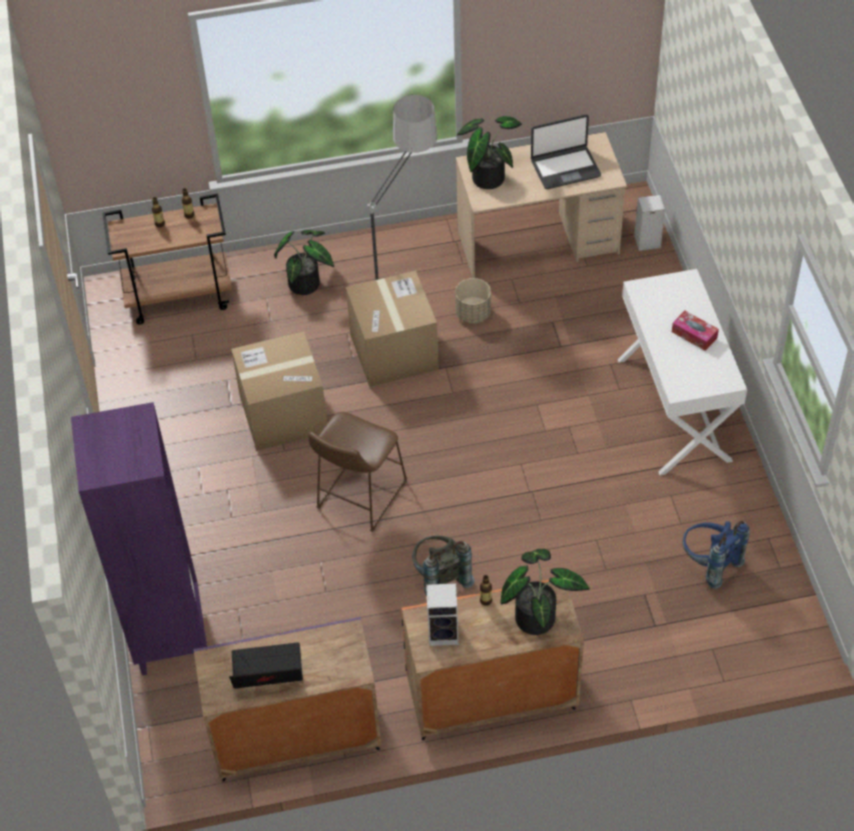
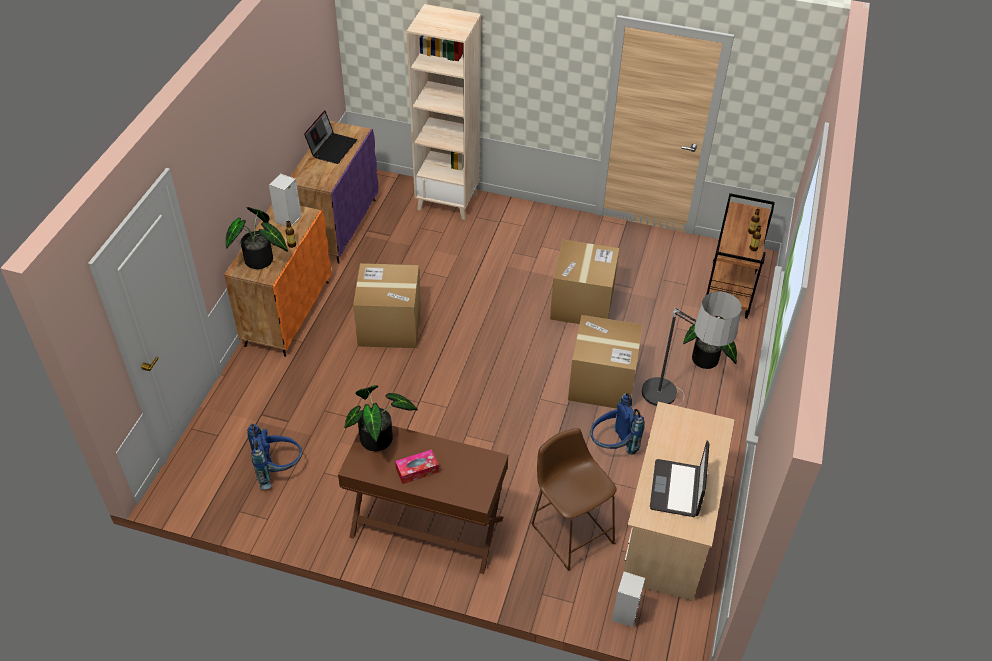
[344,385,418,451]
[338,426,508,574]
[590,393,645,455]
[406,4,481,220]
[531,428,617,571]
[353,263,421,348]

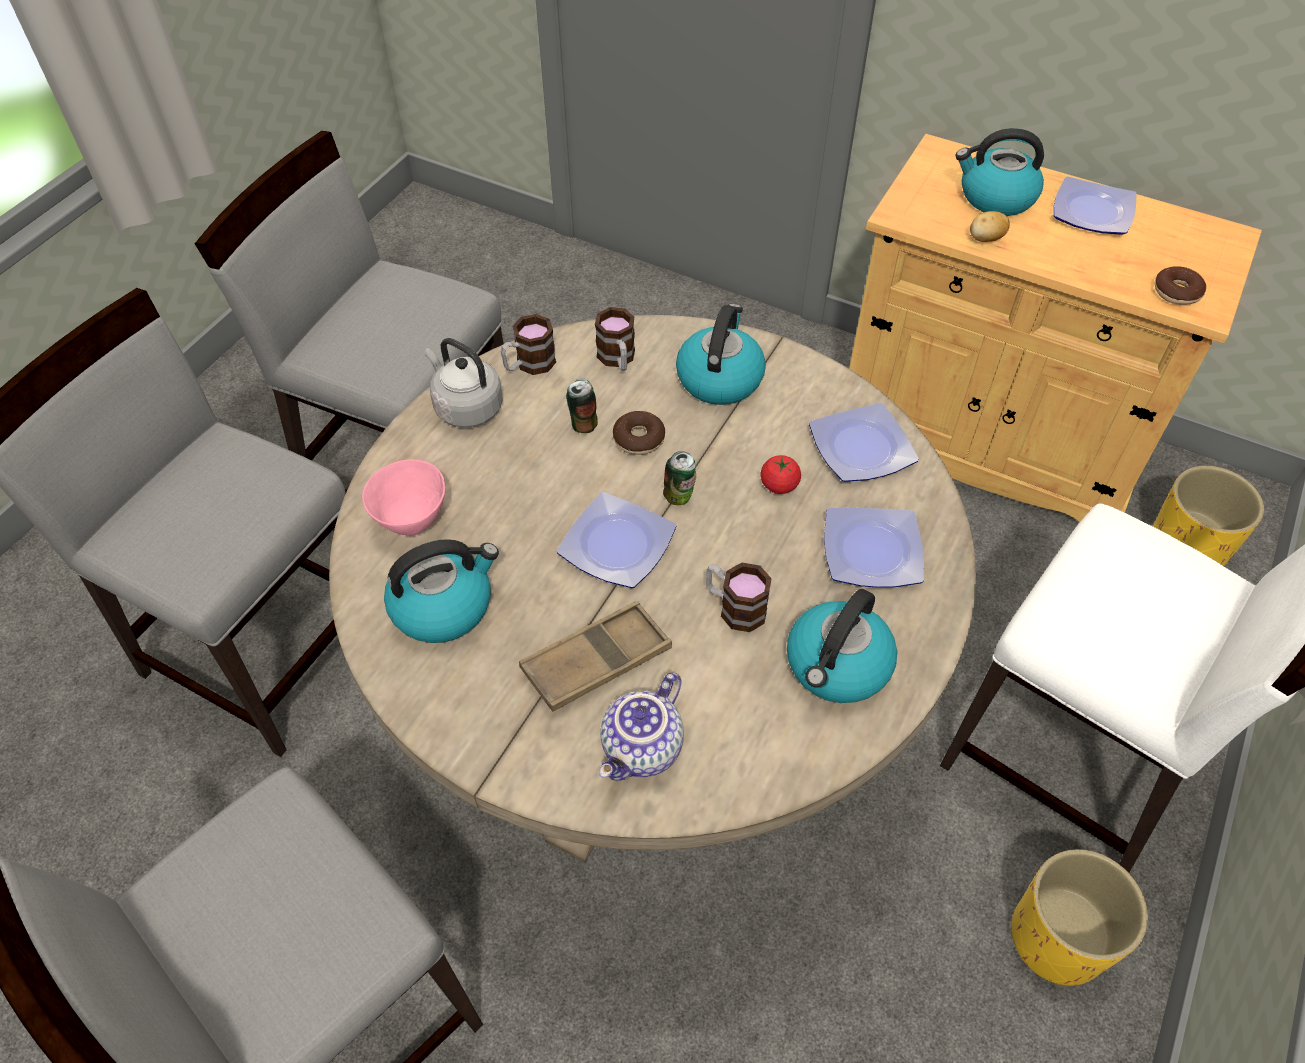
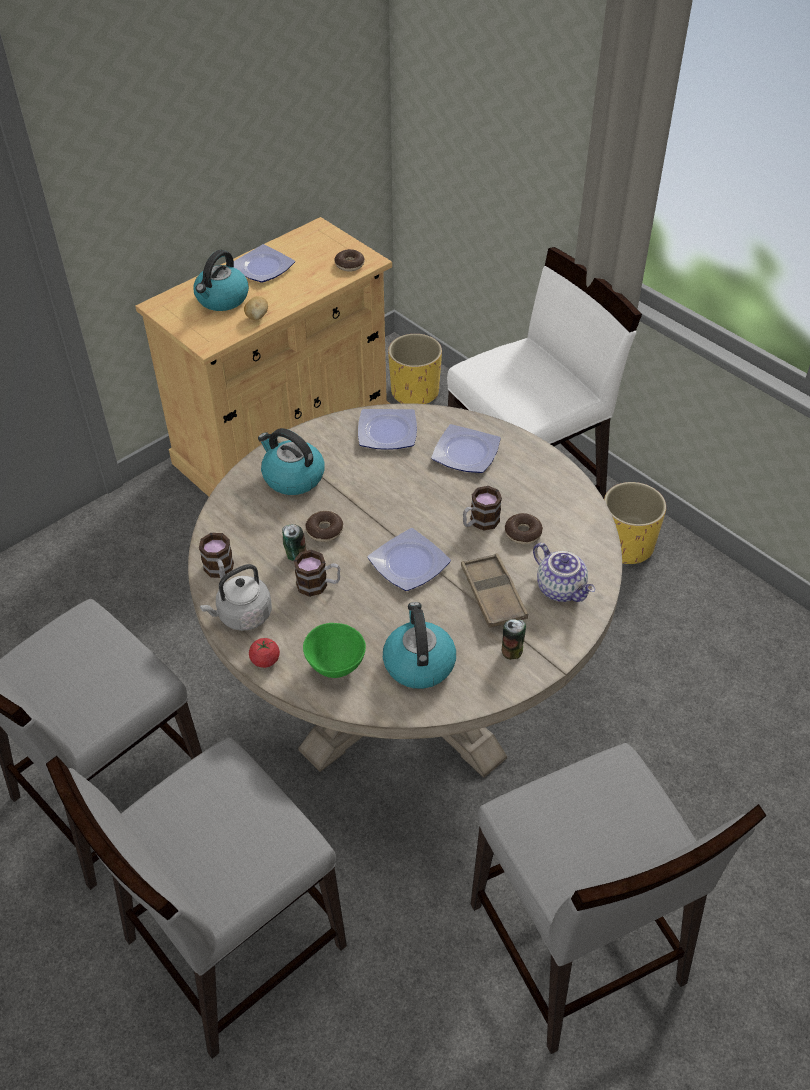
[294,550,340,597]
[502,619,526,660]
[249,638,280,668]
[303,623,366,678]
[787,589,897,703] (first image)
[505,513,543,544]

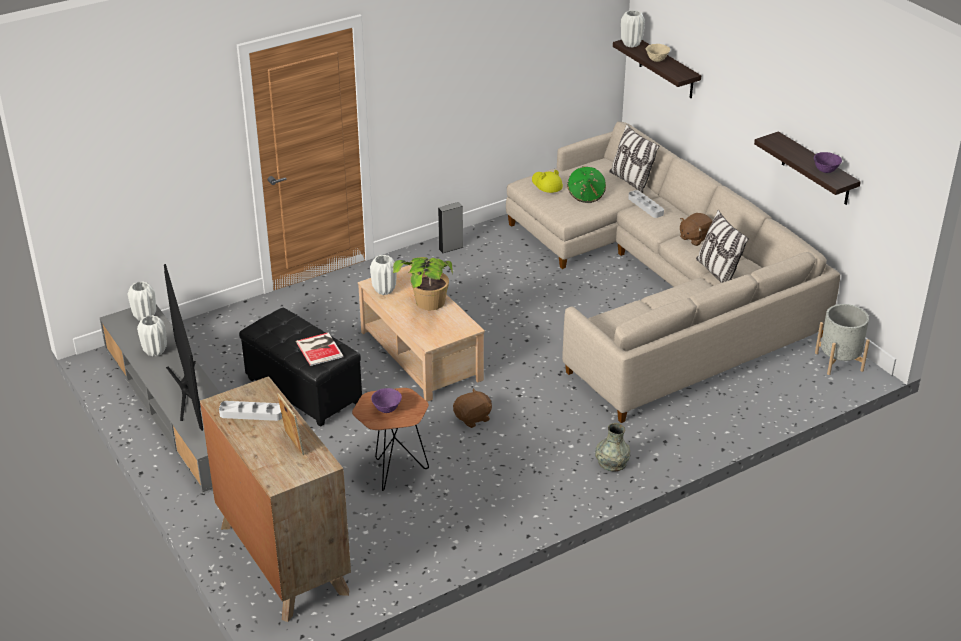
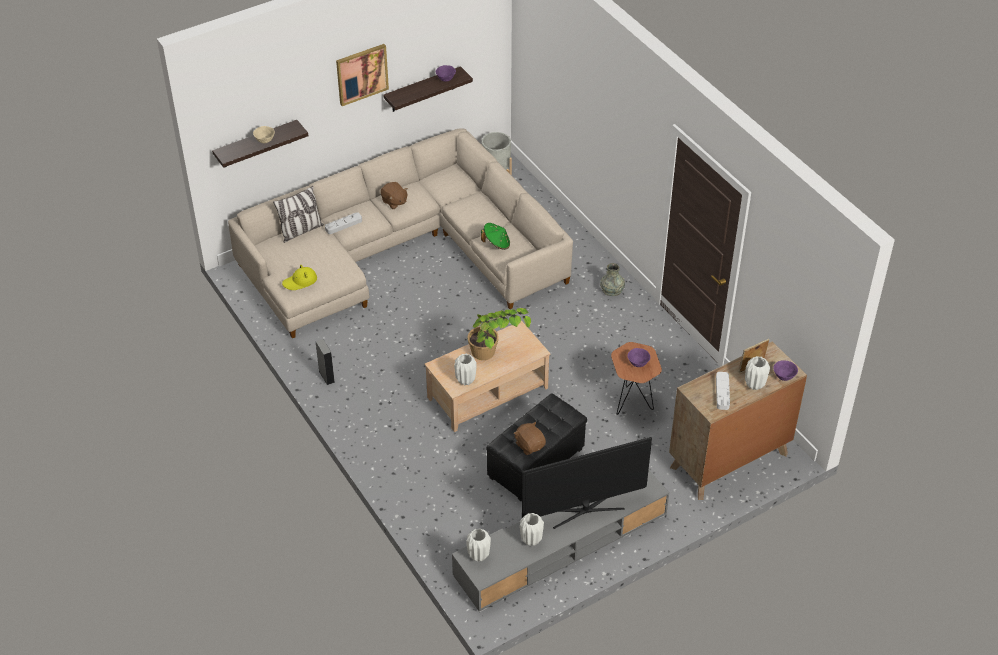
[745,356,770,390]
[481,223,510,250]
[696,210,749,283] (first image)
[296,332,344,366] (first image)
[514,422,546,455]
[336,44,389,106]
[773,360,798,381]

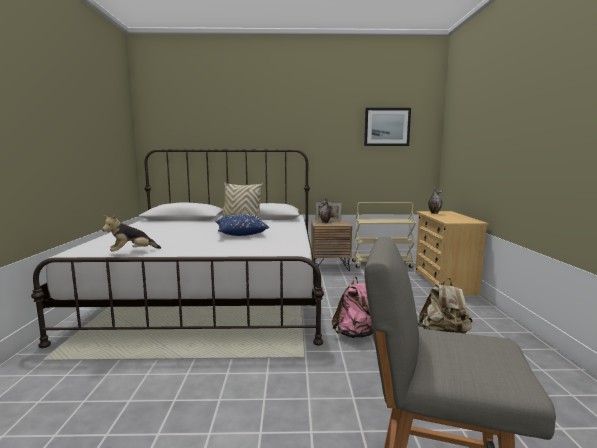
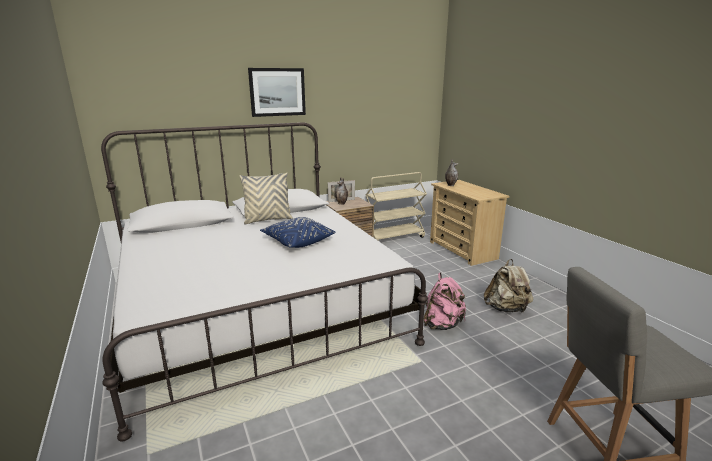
[248,68,306,117]
[102,215,161,252] (first image)

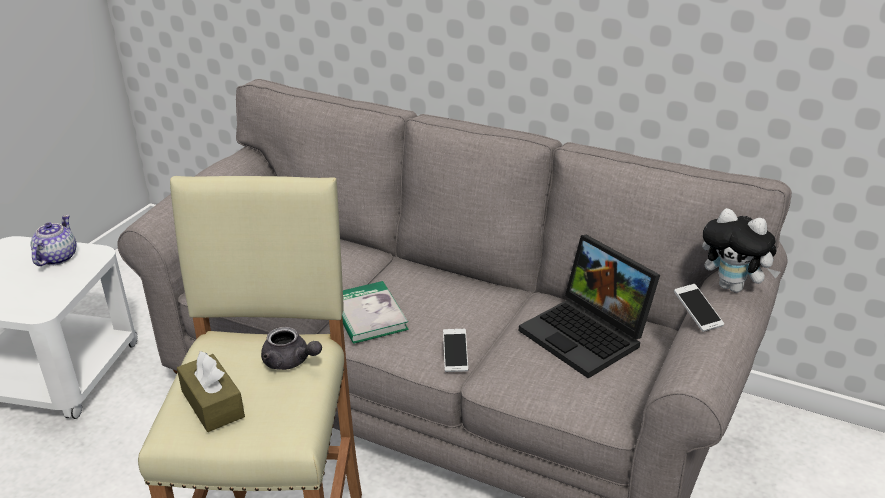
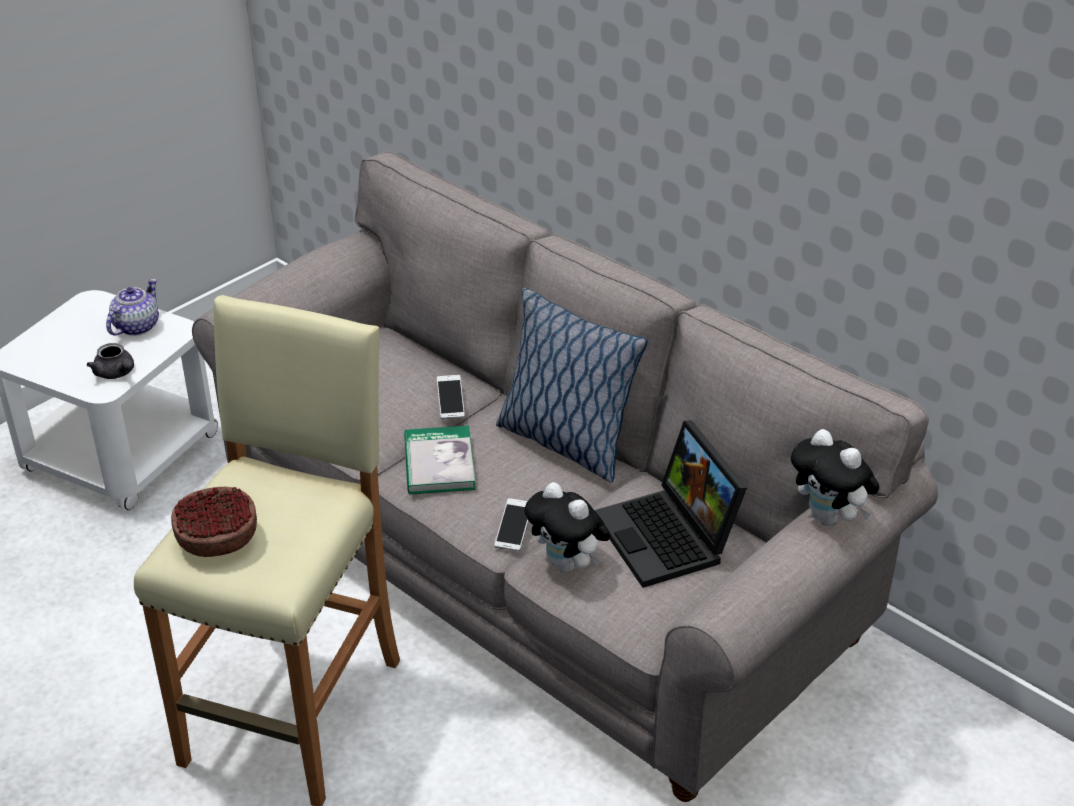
[437,375,465,419]
[87,343,134,379]
[171,487,257,557]
[496,288,648,483]
[524,482,611,573]

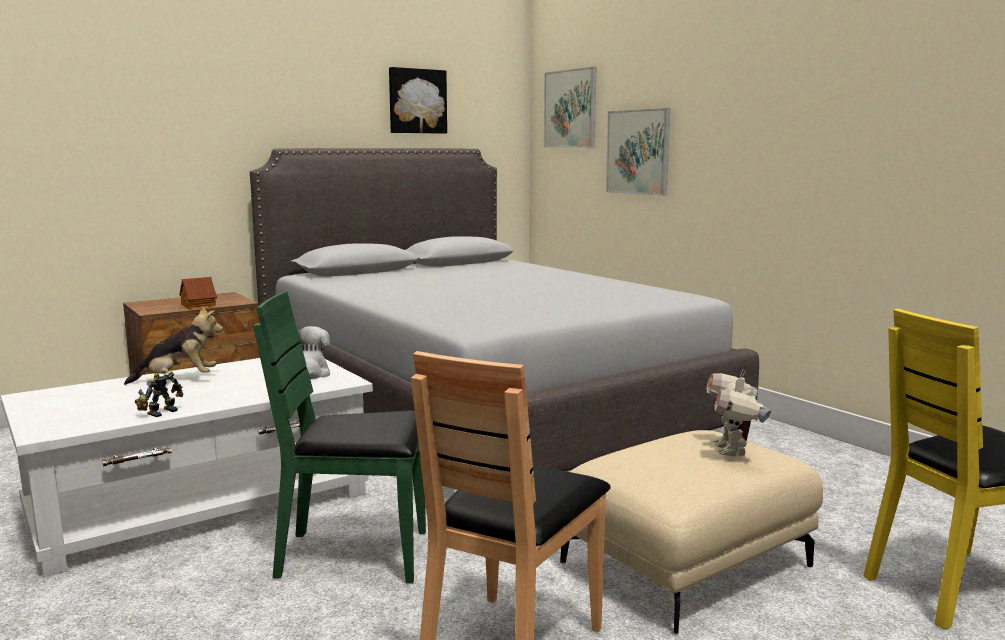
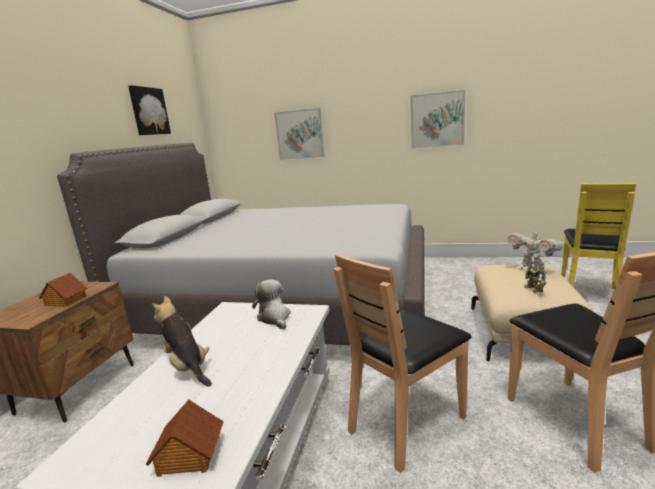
[411,90,465,149]
[334,253,472,473]
[152,296,212,387]
[524,264,546,292]
[146,399,224,477]

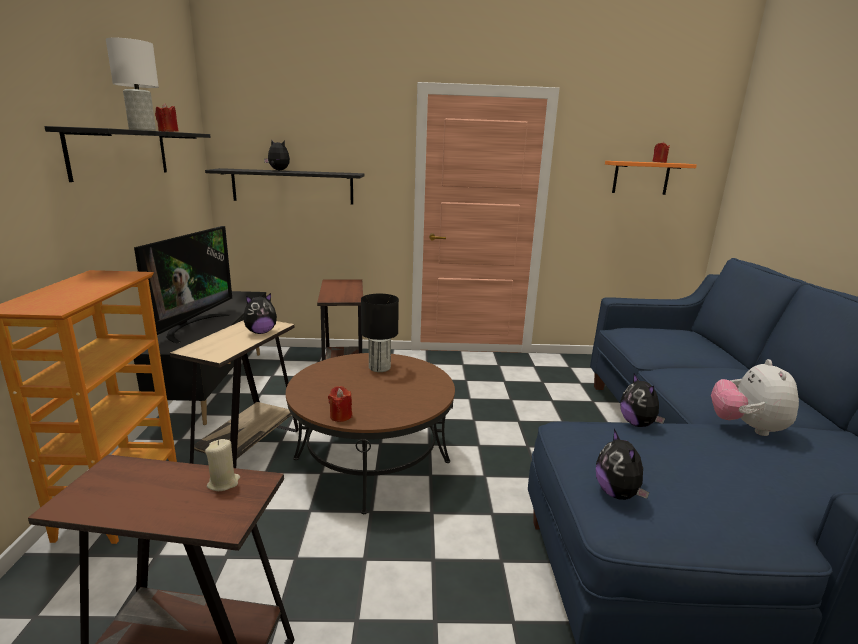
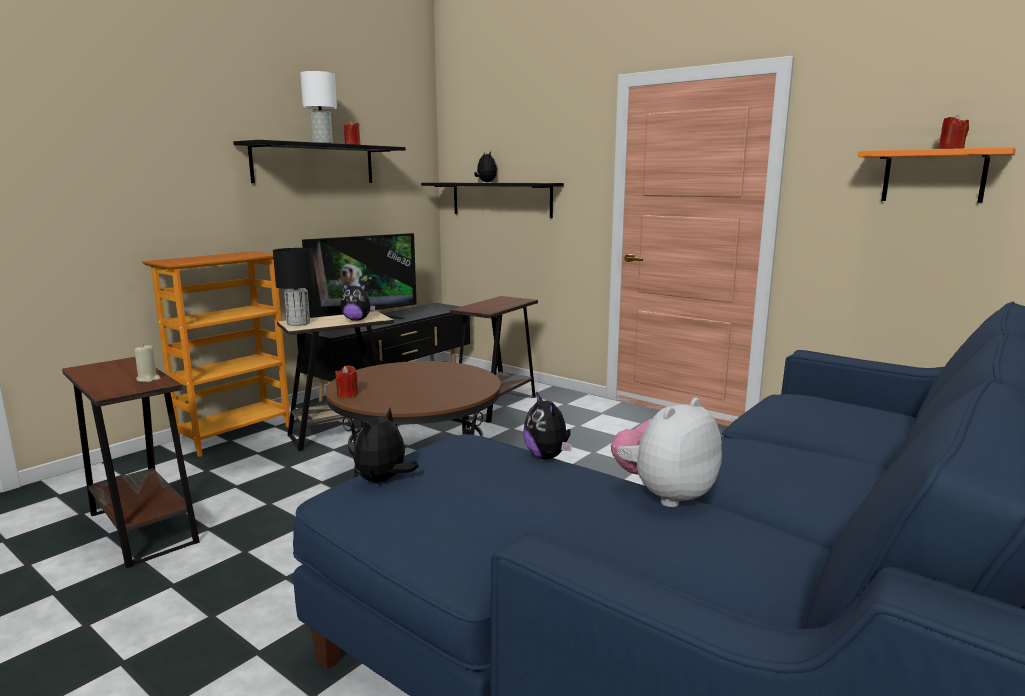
[273,248,315,326]
[523,391,572,460]

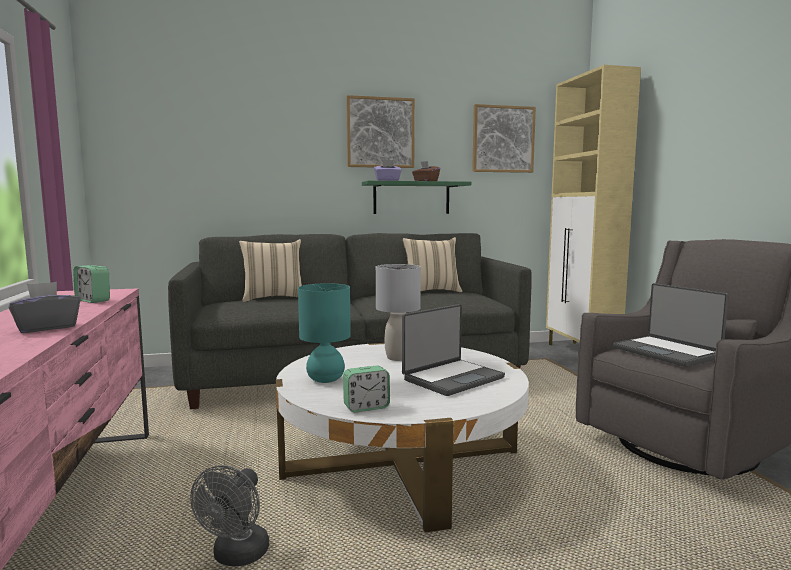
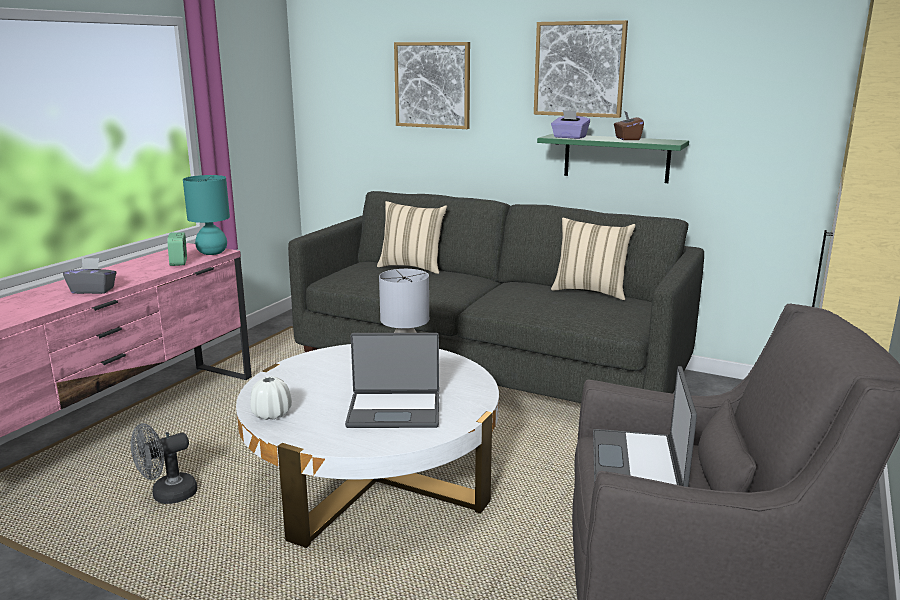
[394,42,470,129]
[183,175,230,255]
[250,376,292,420]

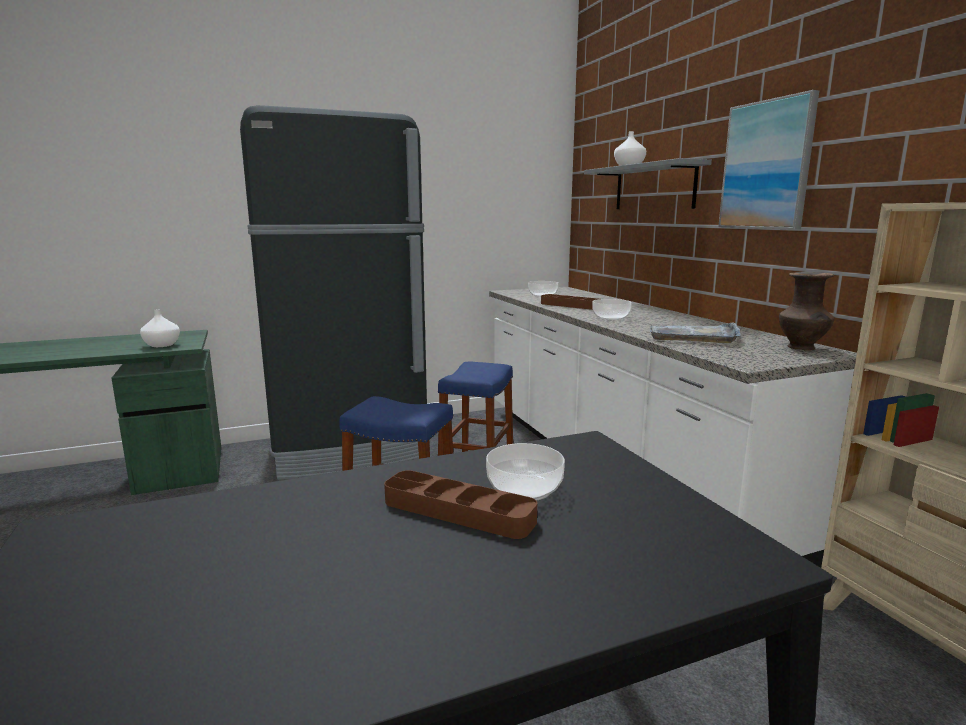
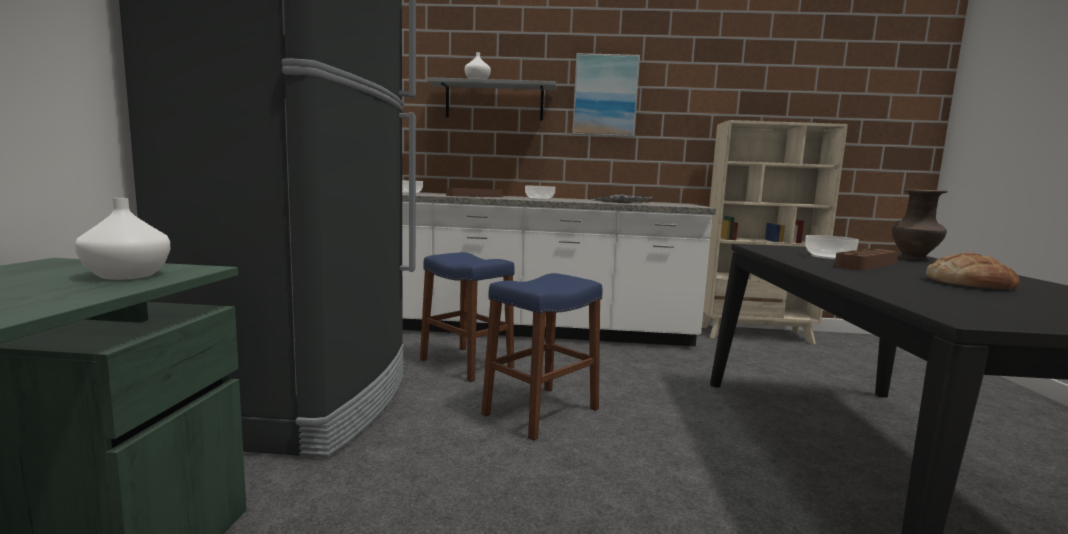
[892,189,948,260]
[926,253,1020,290]

